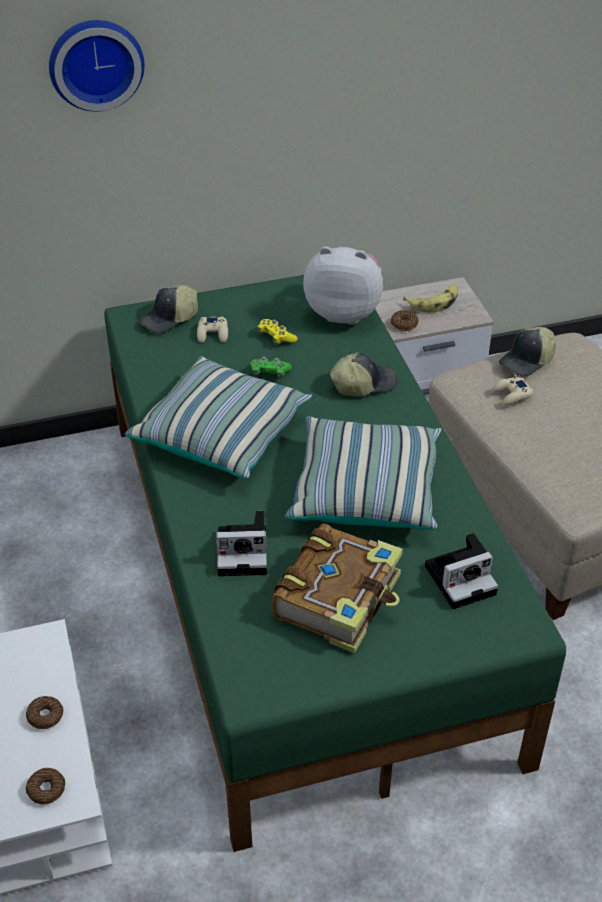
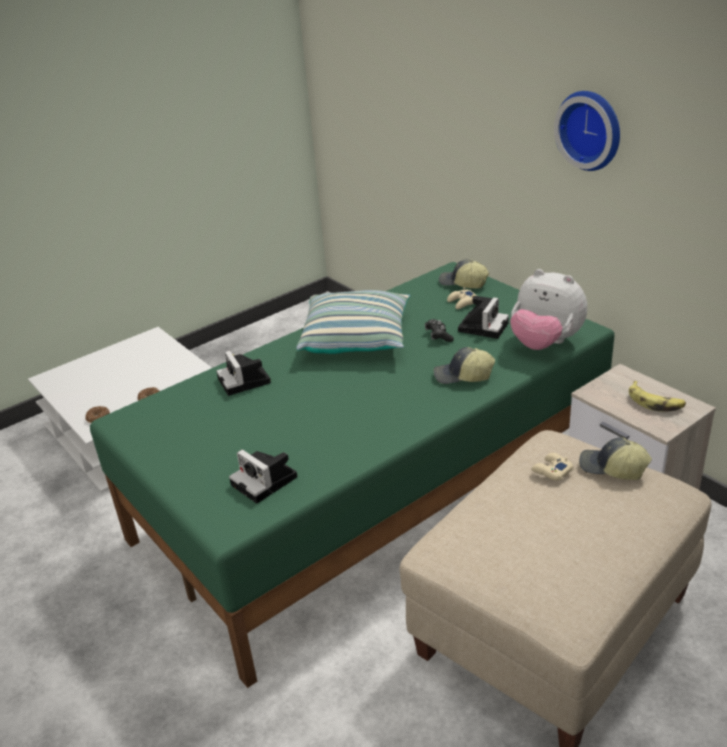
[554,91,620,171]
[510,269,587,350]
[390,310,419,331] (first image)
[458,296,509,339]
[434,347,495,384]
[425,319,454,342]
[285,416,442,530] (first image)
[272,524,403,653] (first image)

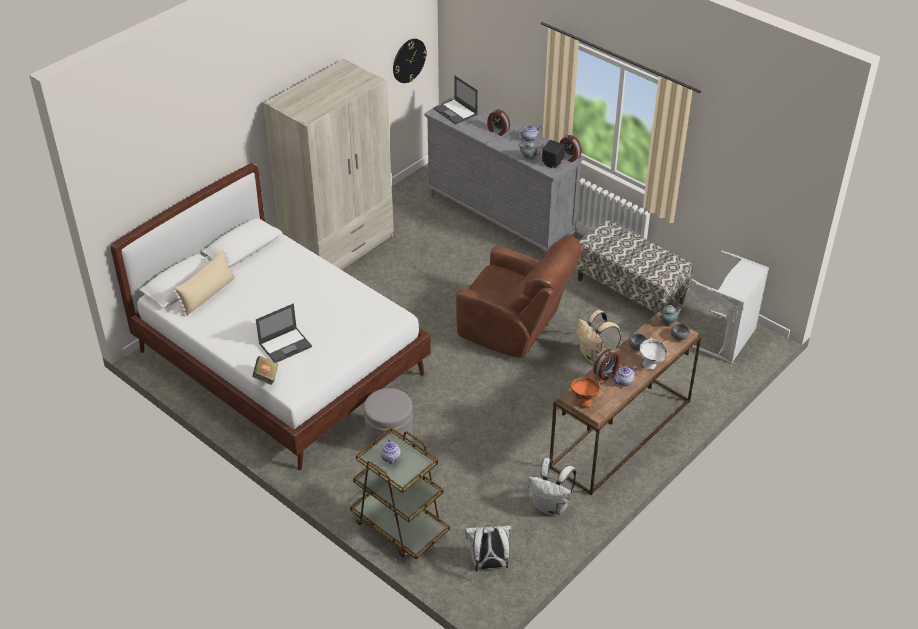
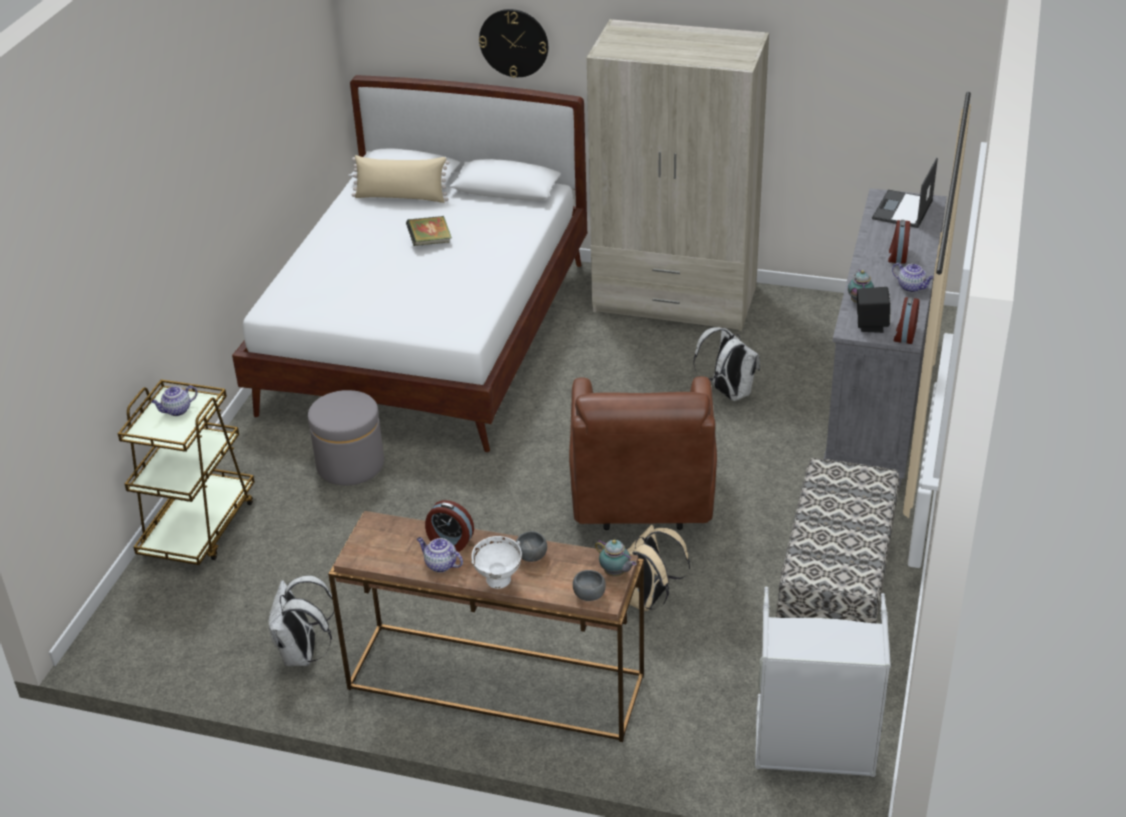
[479,9,548,78]
[256,304,312,363] (first image)
[406,216,452,246]
[571,377,600,408] (first image)
[693,327,760,401]

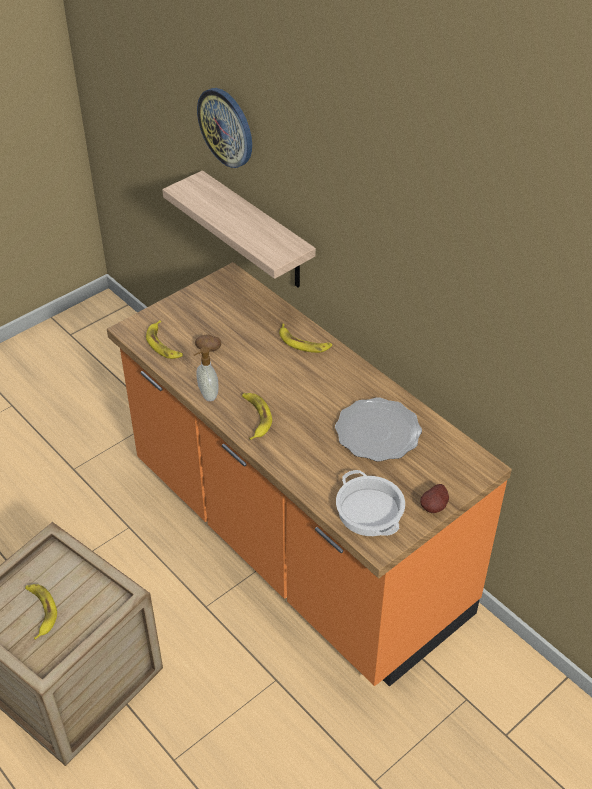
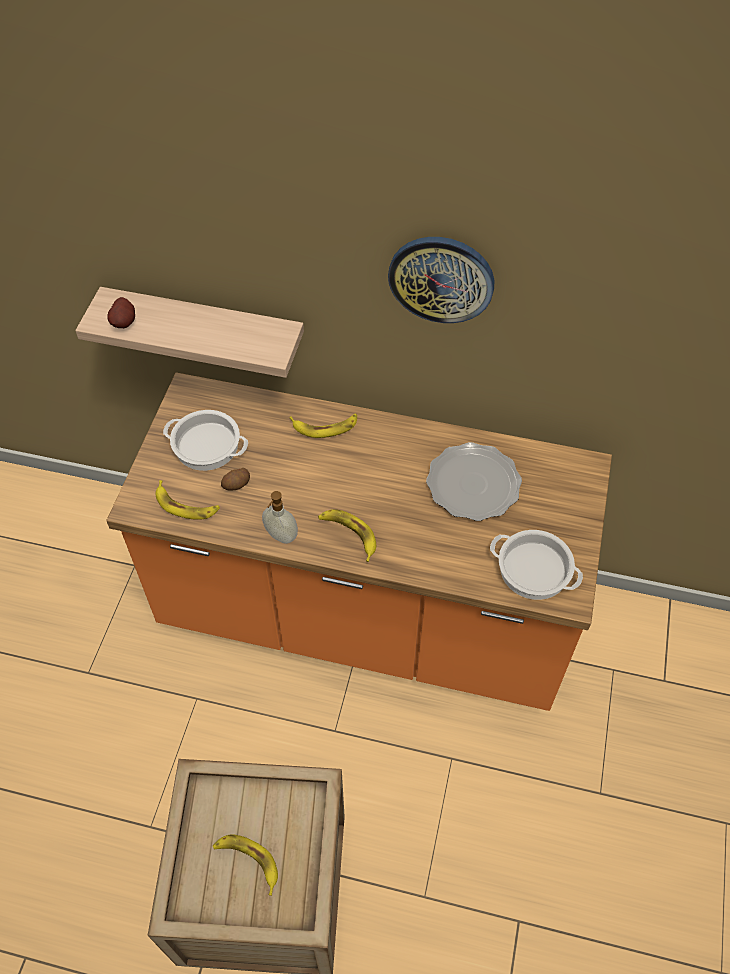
[388,237,494,323]
[107,297,135,328]
[163,410,248,471]

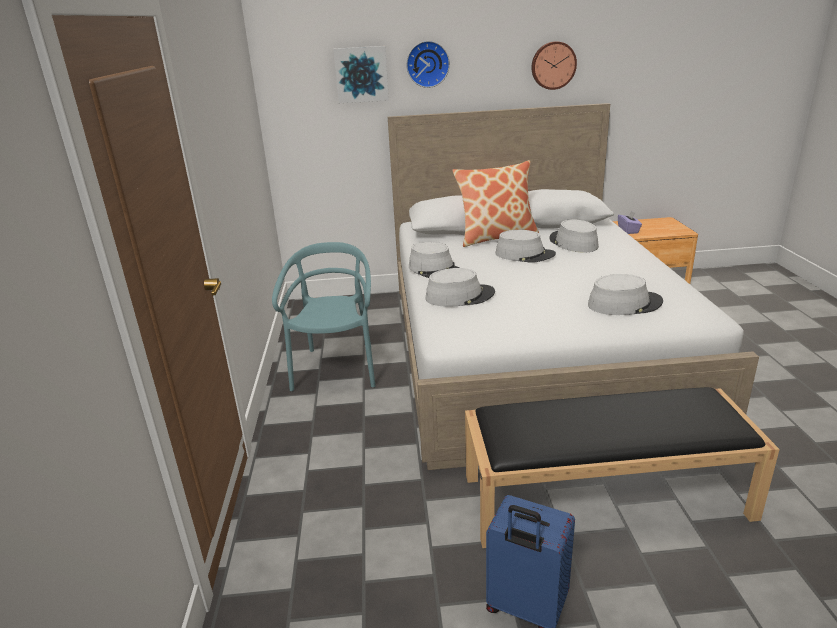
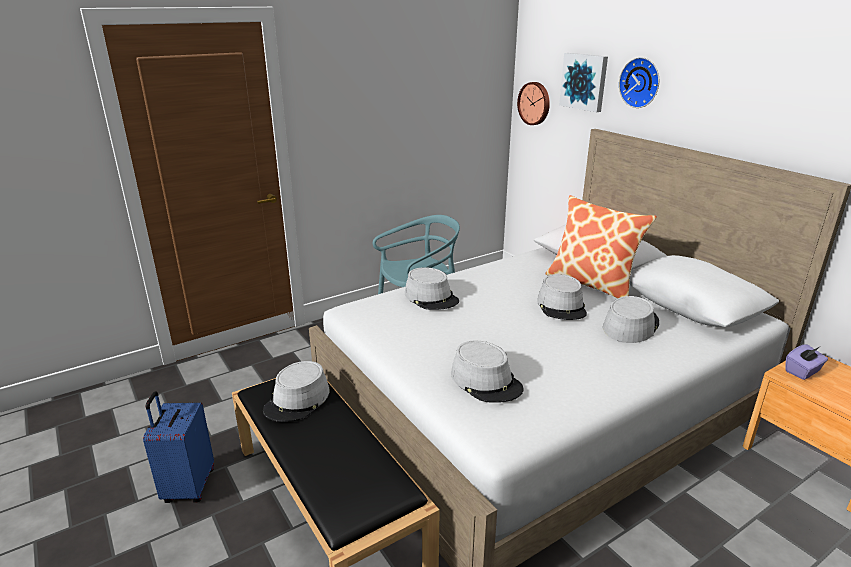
[517,82,550,125]
[263,361,330,422]

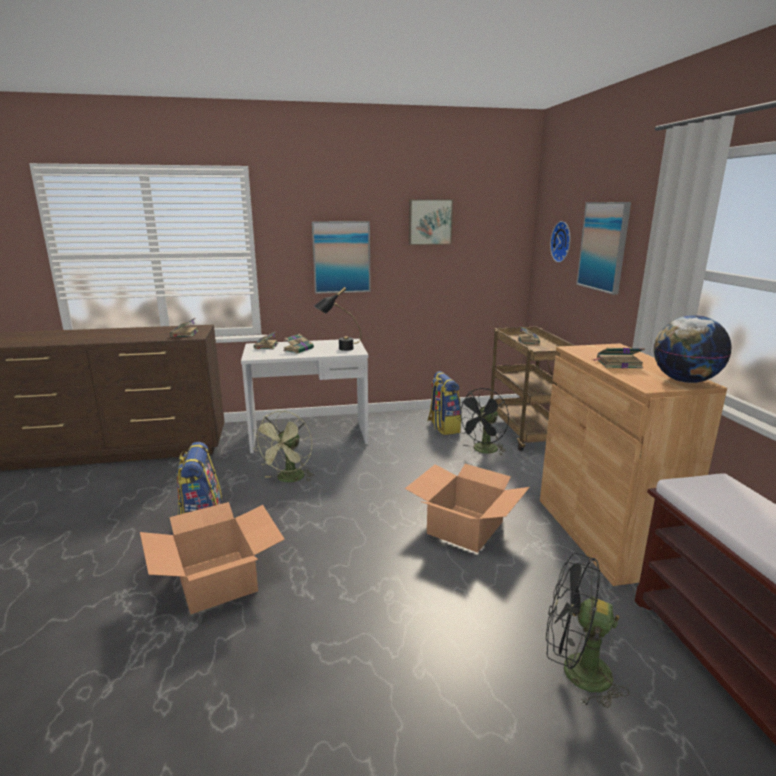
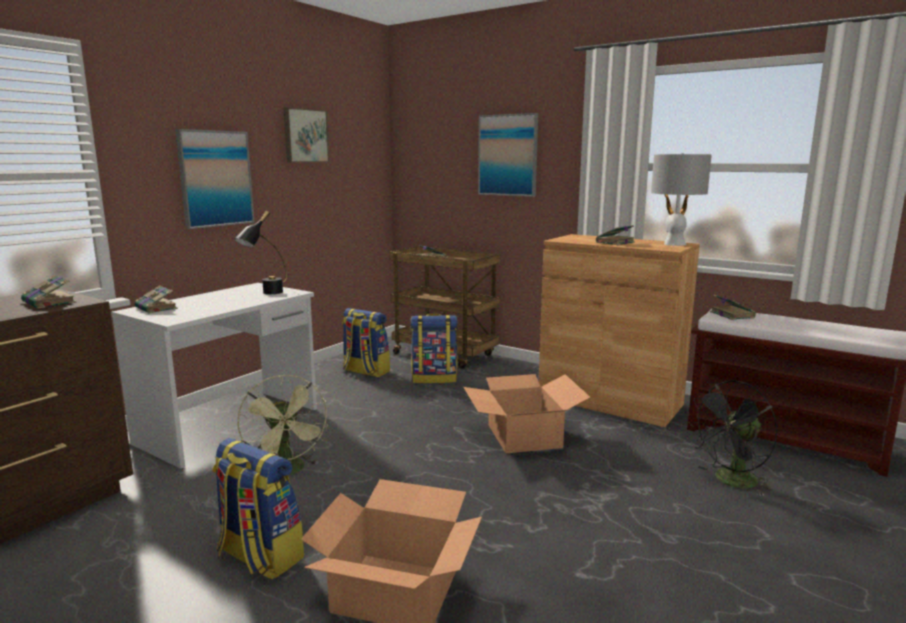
[550,221,571,263] (first image)
[651,153,712,246]
[710,295,756,320]
[410,314,458,383]

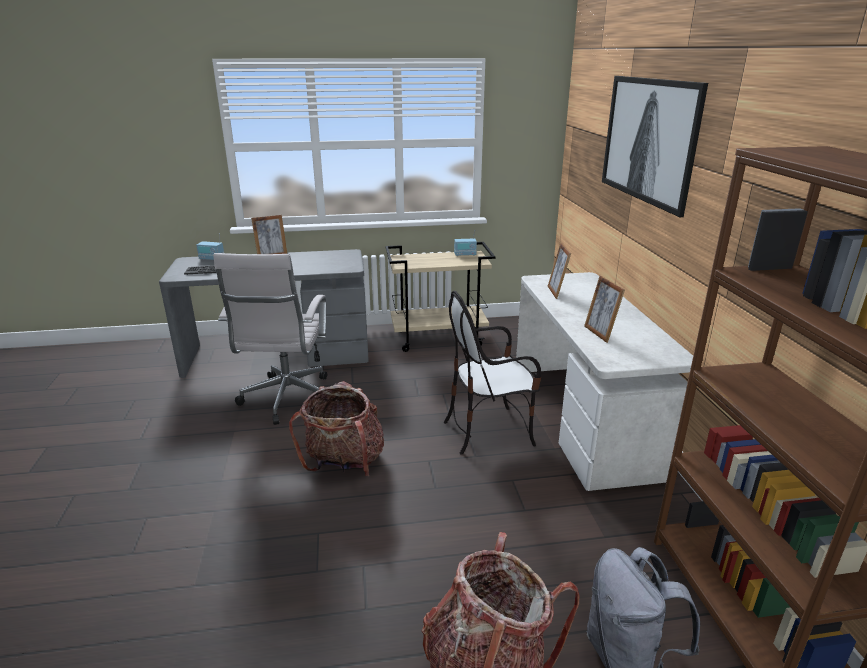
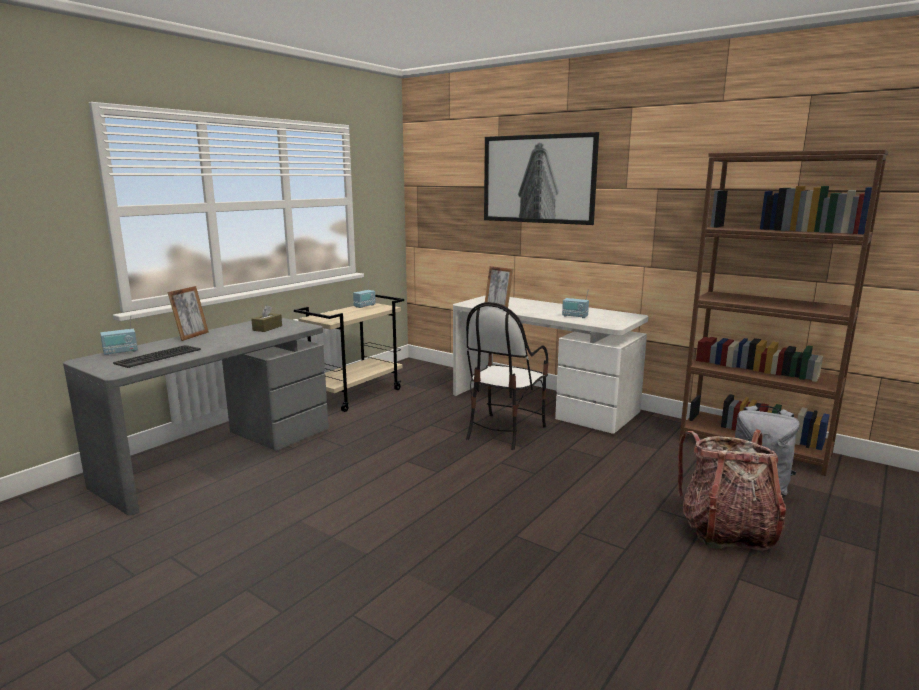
[213,253,327,425] (first image)
[562,289,589,318]
[289,381,384,477] (first image)
[251,305,282,332]

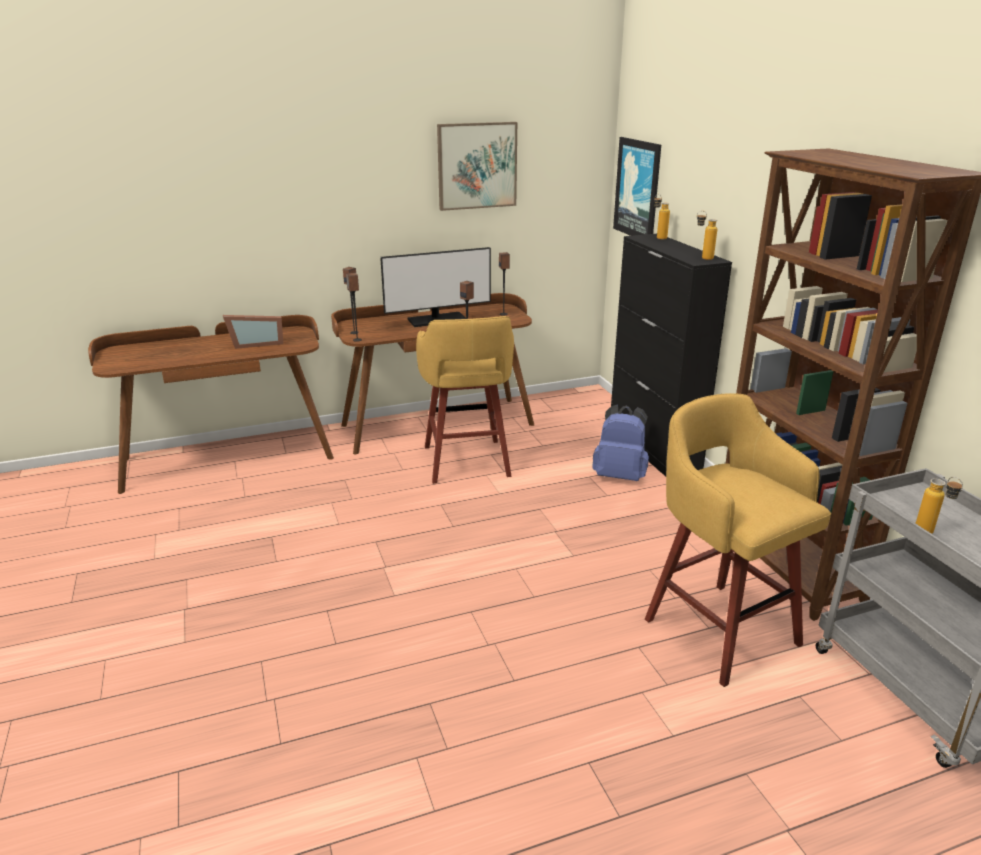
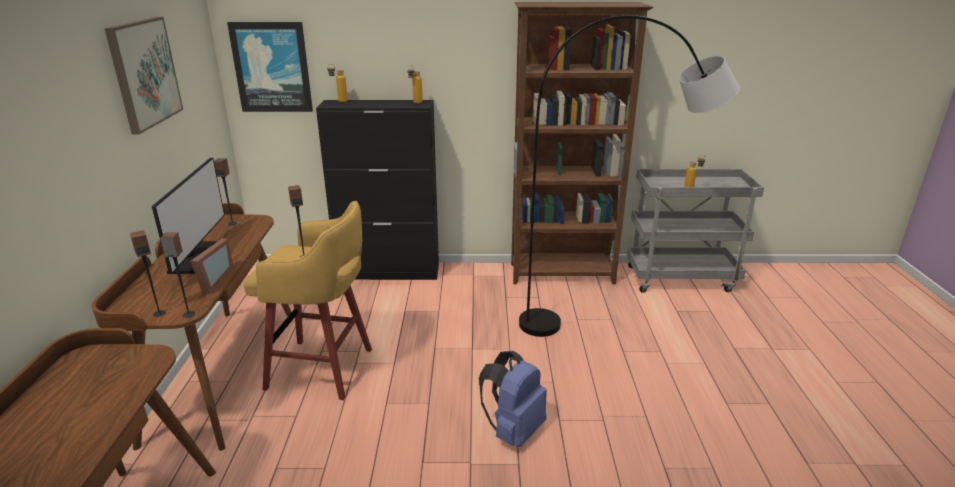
[190,238,233,294]
[519,15,740,337]
[479,351,547,447]

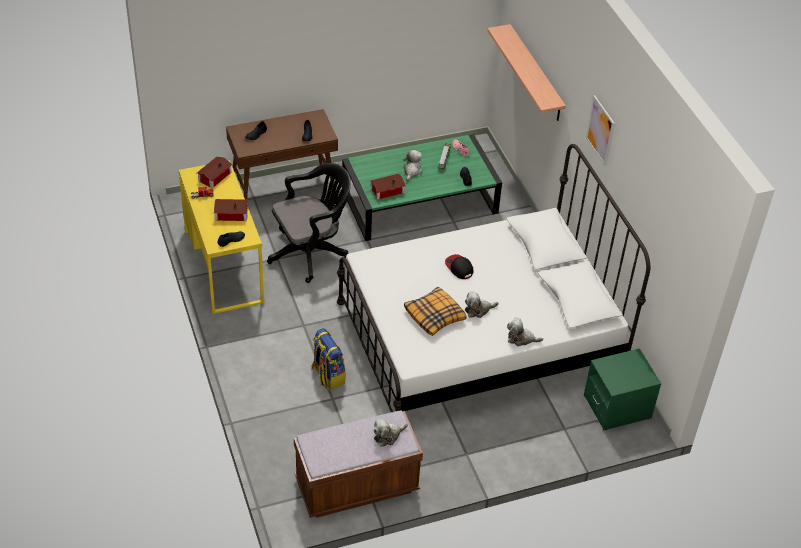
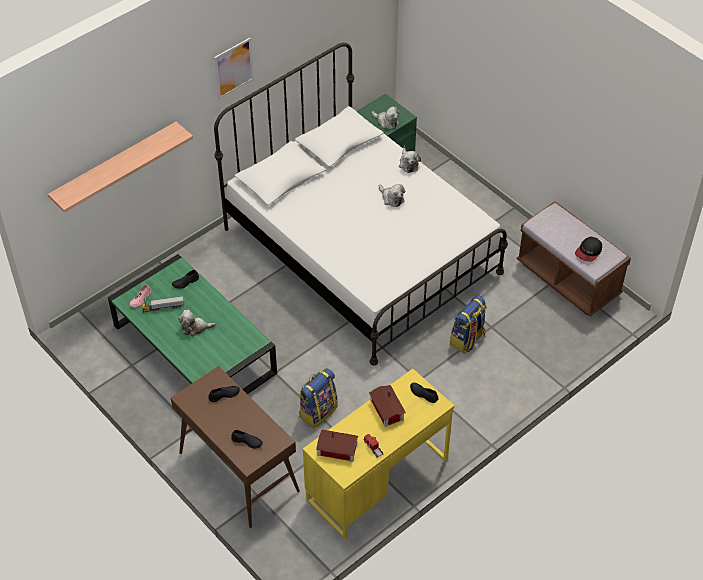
[299,368,338,428]
[371,174,406,200] (first image)
[575,237,602,262]
[404,287,466,336] (first image)
[372,107,400,129]

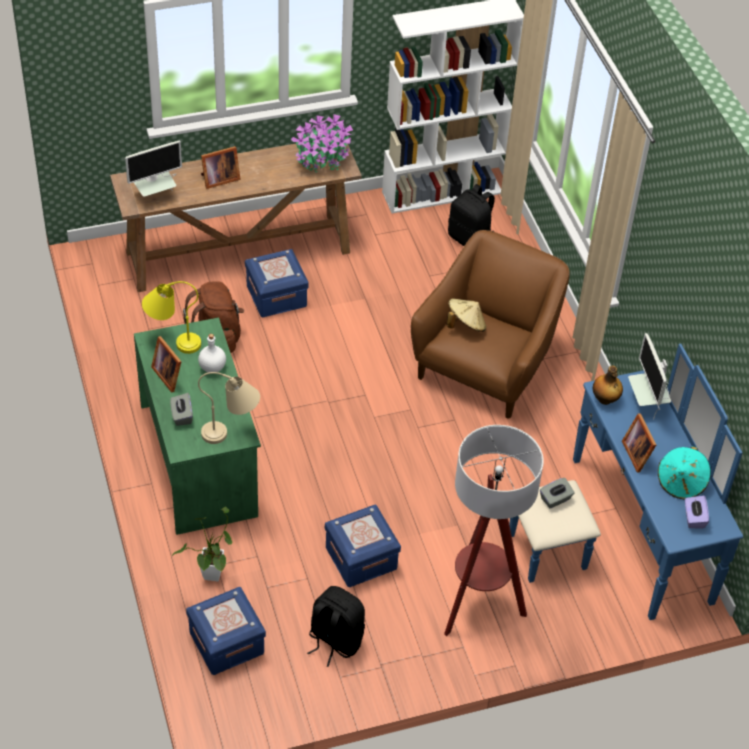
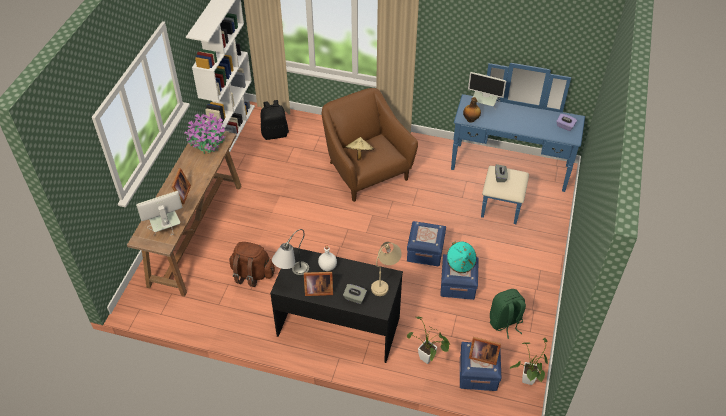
[136,191,182,235]
[407,221,446,267]
[272,229,309,277]
[270,247,403,363]
[469,337,501,365]
[444,425,544,636] (first image)
[447,241,477,273]
[490,289,526,339]
[509,338,548,385]

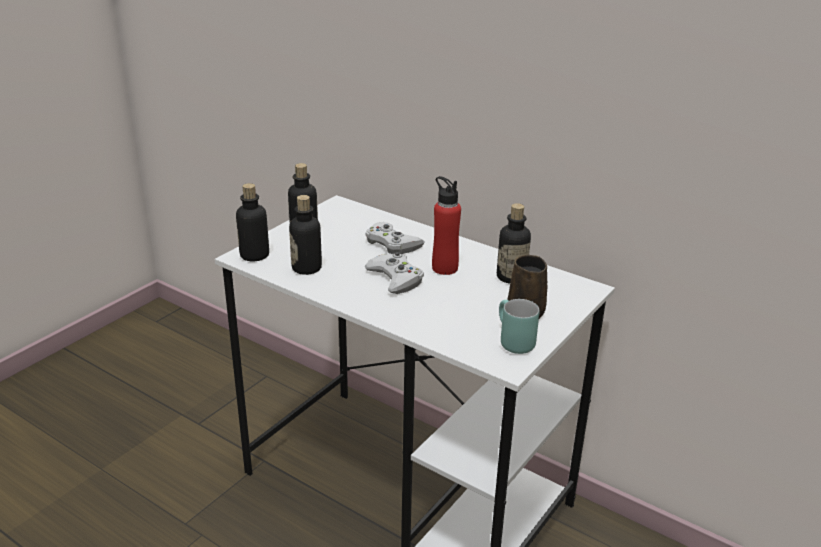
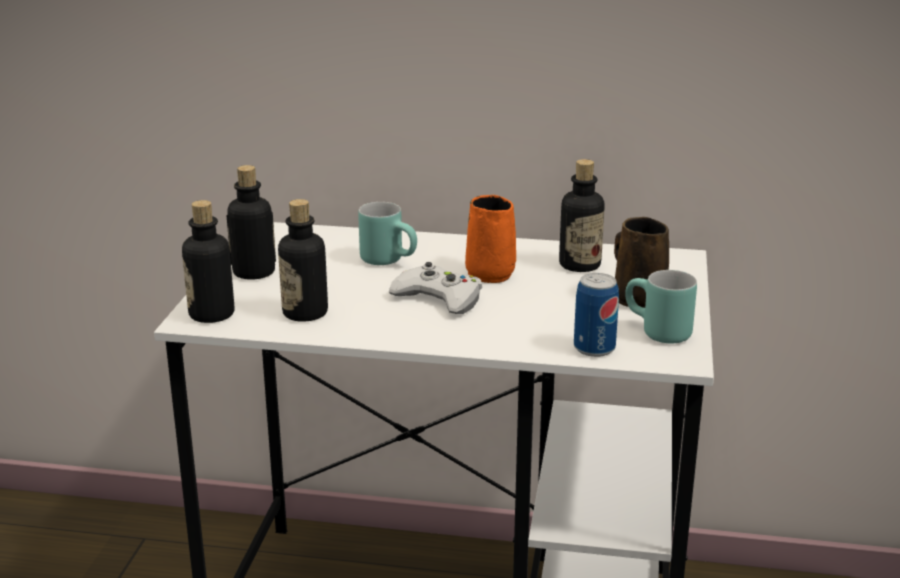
[465,195,516,283]
[358,202,417,265]
[574,273,619,357]

